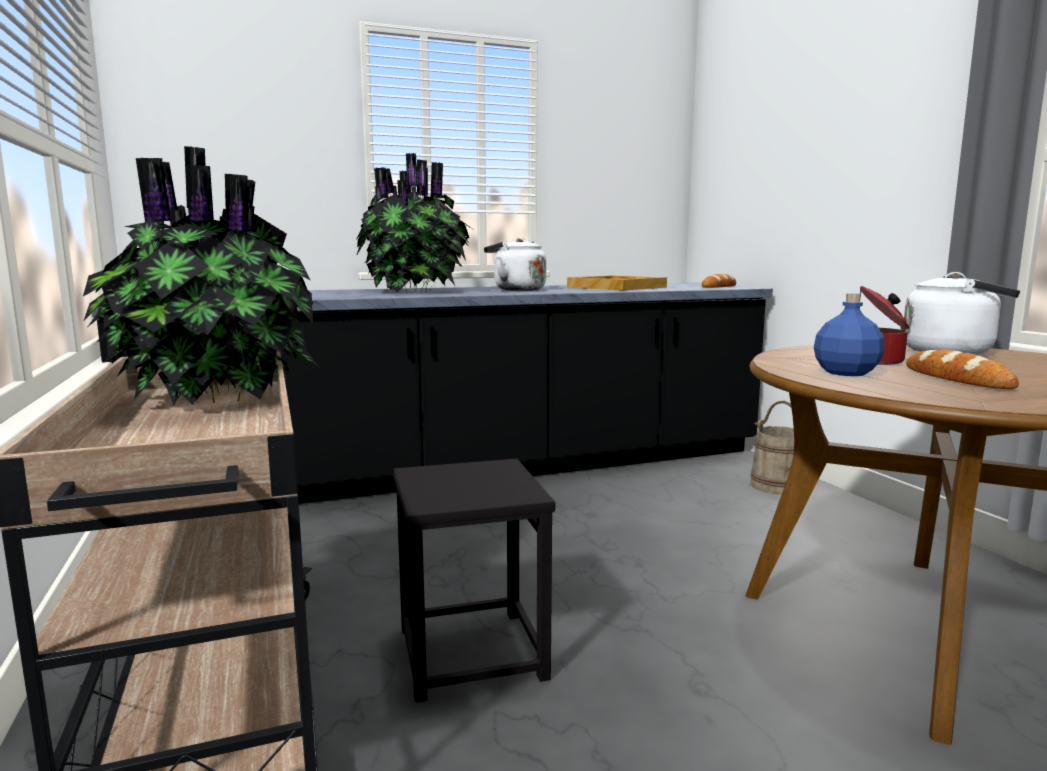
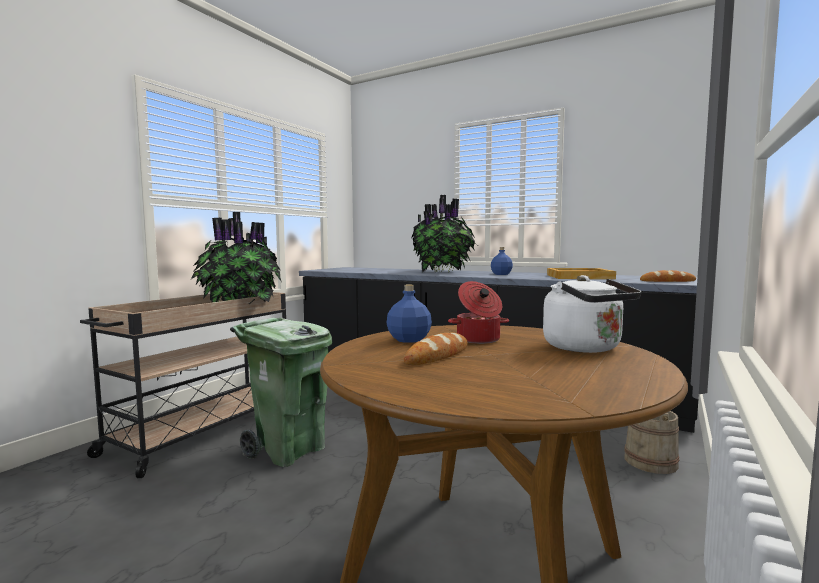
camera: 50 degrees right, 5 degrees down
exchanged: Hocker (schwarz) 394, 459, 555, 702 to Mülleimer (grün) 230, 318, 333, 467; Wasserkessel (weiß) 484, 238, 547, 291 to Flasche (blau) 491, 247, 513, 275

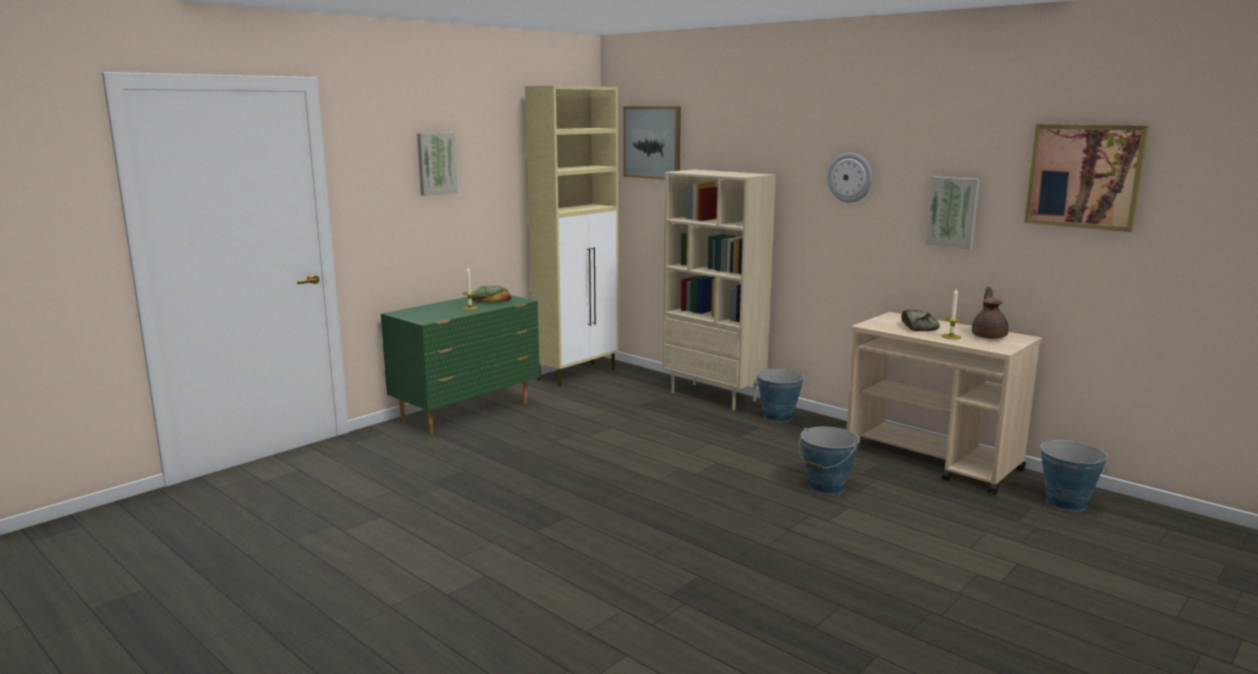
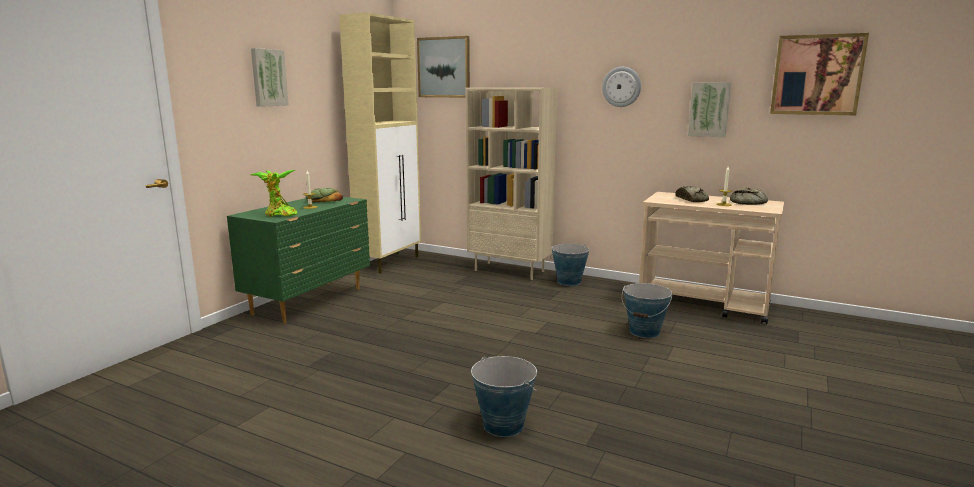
camera: 15 degrees left, 0 degrees up
appeared: Topfpflanze 250, 170, 297, 217
relocated: Eimer 1040, 439, 1108, 512 to 471, 356, 538, 437
exchanged: Teekanne (braun) 972, 287, 1009, 339 to Brot 730, 188, 768, 205

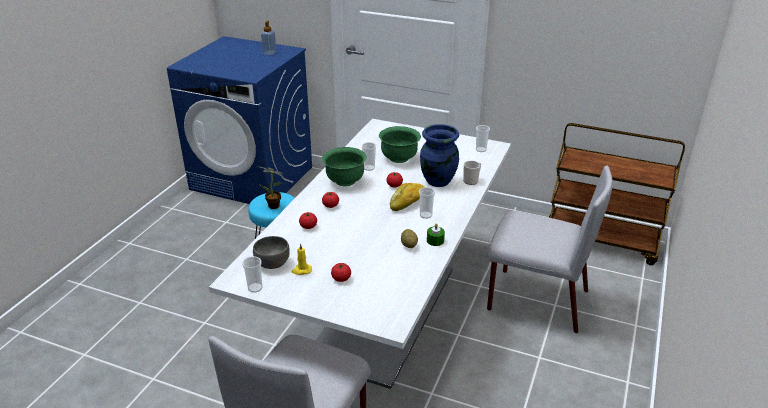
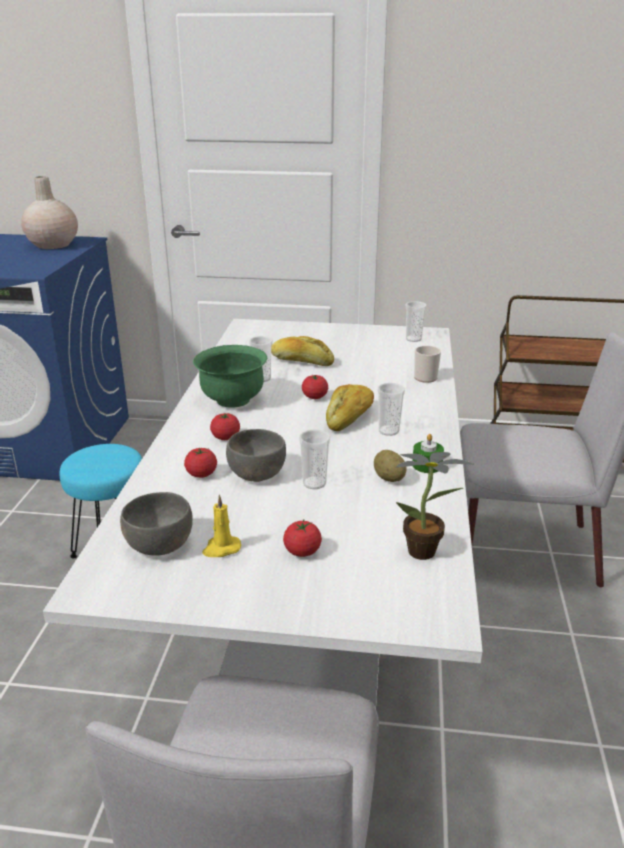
camera: 15 degrees left, 5 degrees down
missing: Vase (blau) 420, 124, 459, 187
appeared: Schüssel (grau) 226, 429, 286, 482
relocated: Tasse 242, 256, 263, 293 to 299, 430, 330, 489; Topfpflanze 260, 167, 284, 209 to 396, 452, 475, 560
exchanged: Seifenspender 261, 21, 276, 55 to Vase (beige) 21, 176, 78, 249; Schüssel (grün) 379, 126, 421, 163 to Brot 271, 336, 334, 366

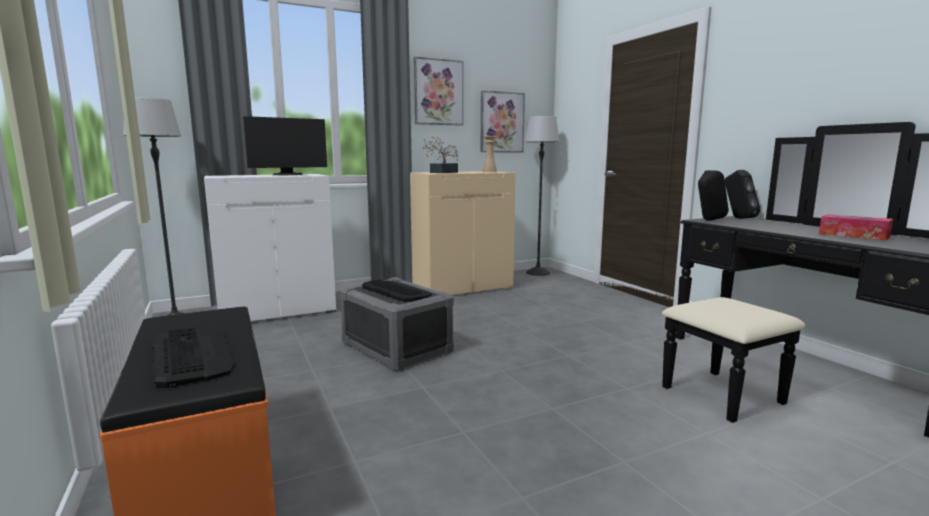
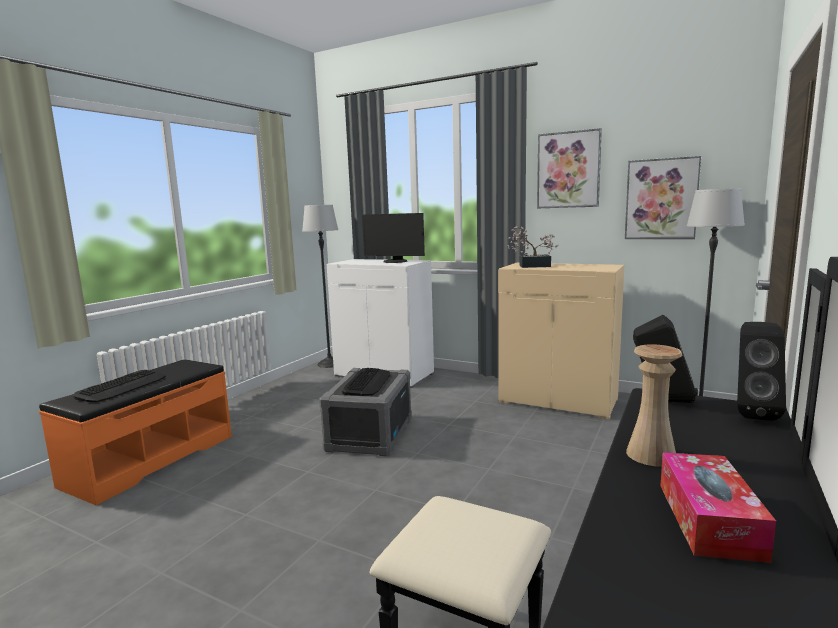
camera: 55 degrees right, 0 degrees up
relocated: Vase (beige) 482, 136, 497, 172 to 626, 344, 683, 466

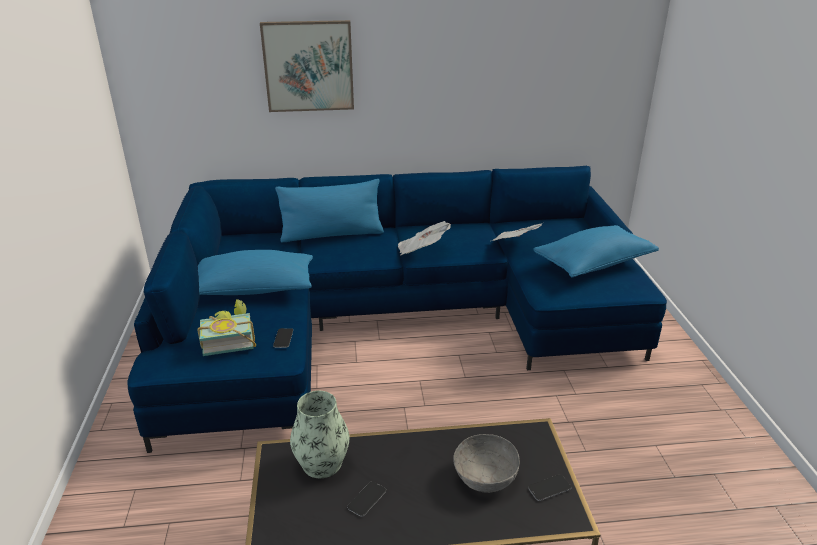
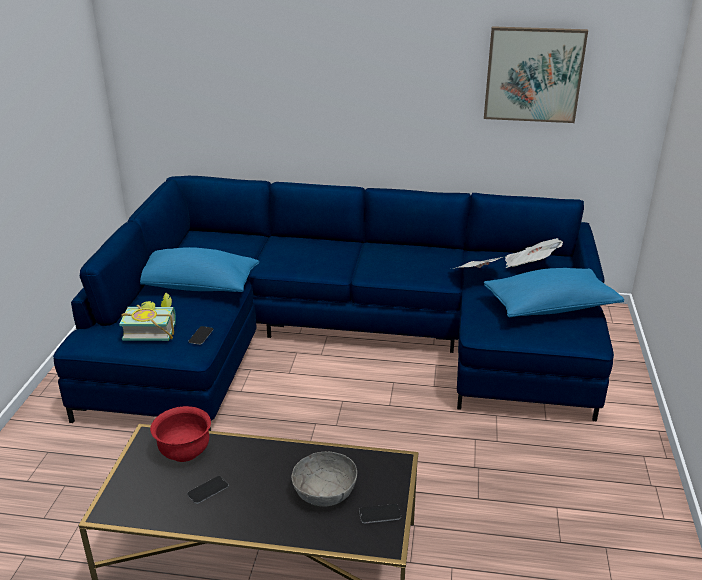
camera: 15 degrees right, 0 degrees up
missing: Kissen (blau) 275, 179, 384, 242
relocated: Bild 260, 20, 354, 112 to 484, 26, 588, 123; Zeitung 398, 221, 451, 255 to 505, 238, 563, 268
exchanged: Vase 290, 391, 349, 478 to Schüssel (rot) 150, 406, 211, 462

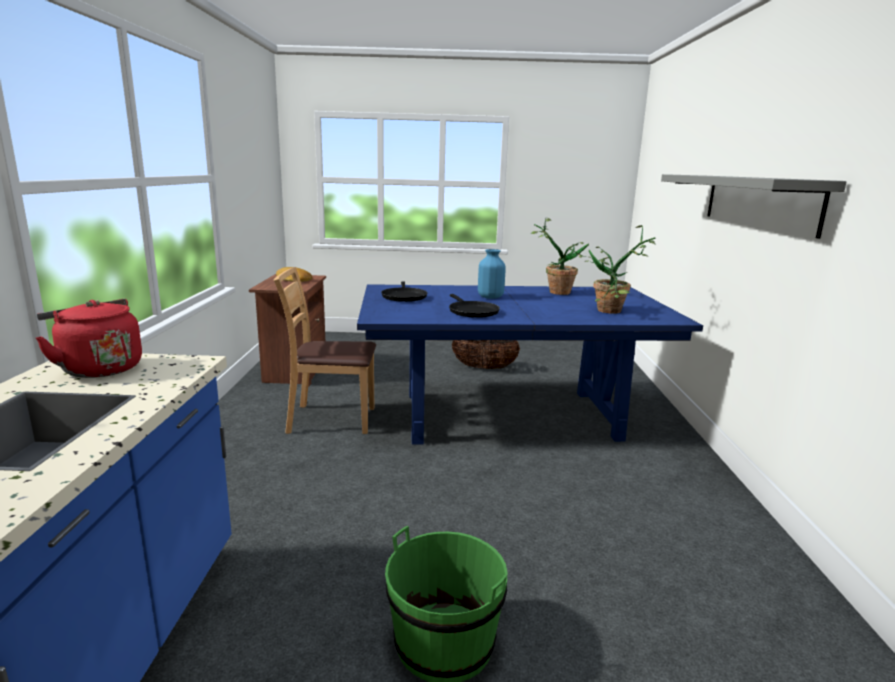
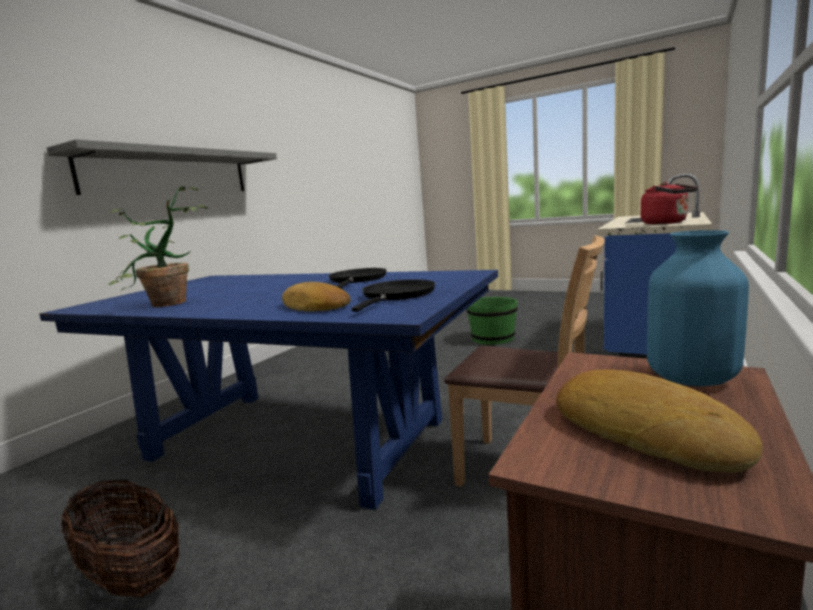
camera: 150 degrees left, 5 degrees down
missing: Topfpflanze 585, 225, 656, 313
appeared: Brot 282, 282, 351, 311
relocated: Vase (blau) 478, 249, 506, 299 to 647, 230, 749, 387

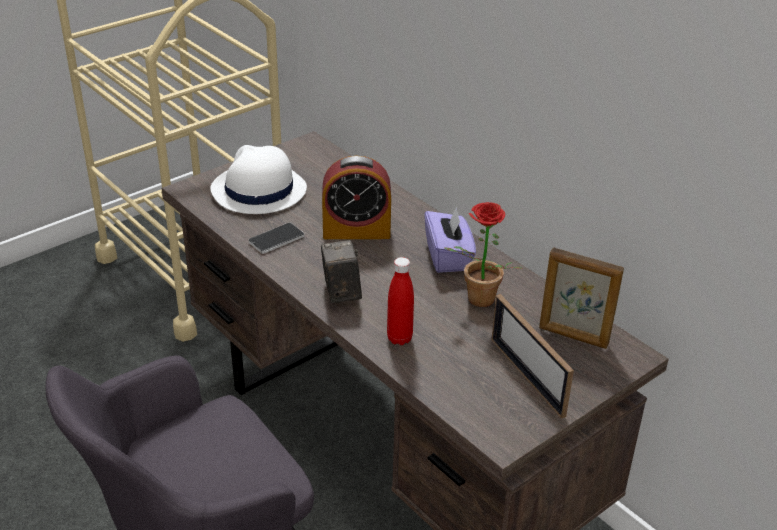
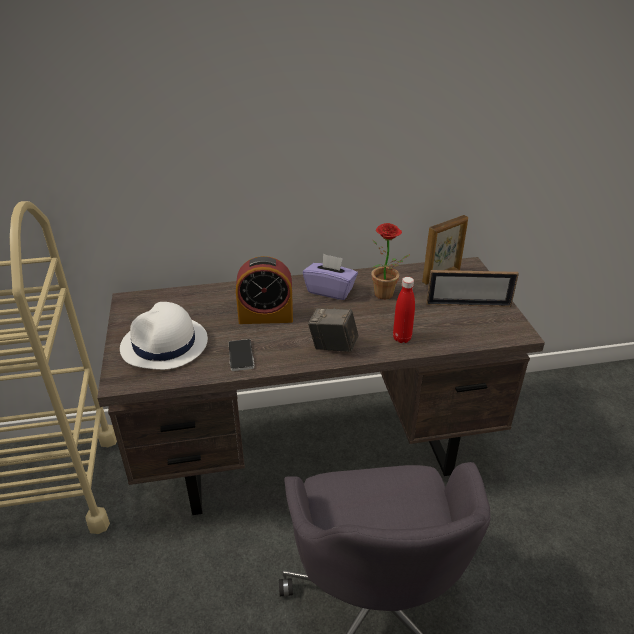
camera: 60 degrees left, 0 degrees up
spun: Wecker 322, 156, 391, 239 = 236, 256, 293, 324 60 degrees clockwise

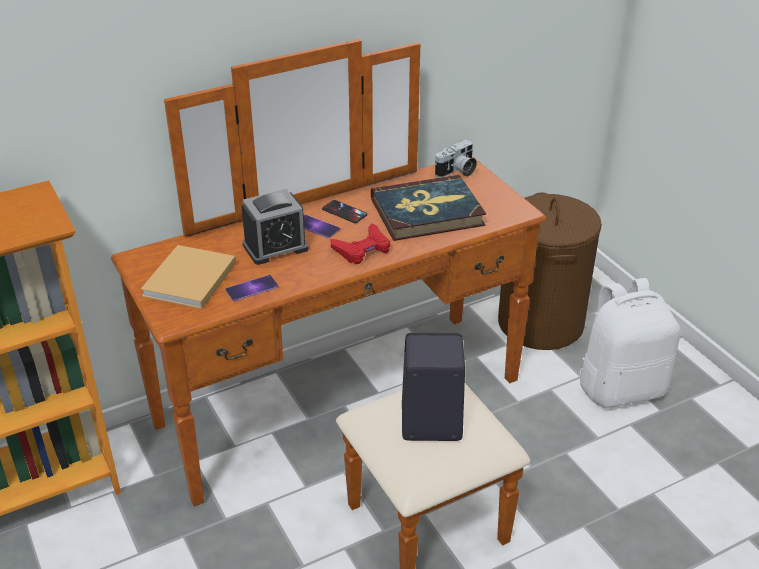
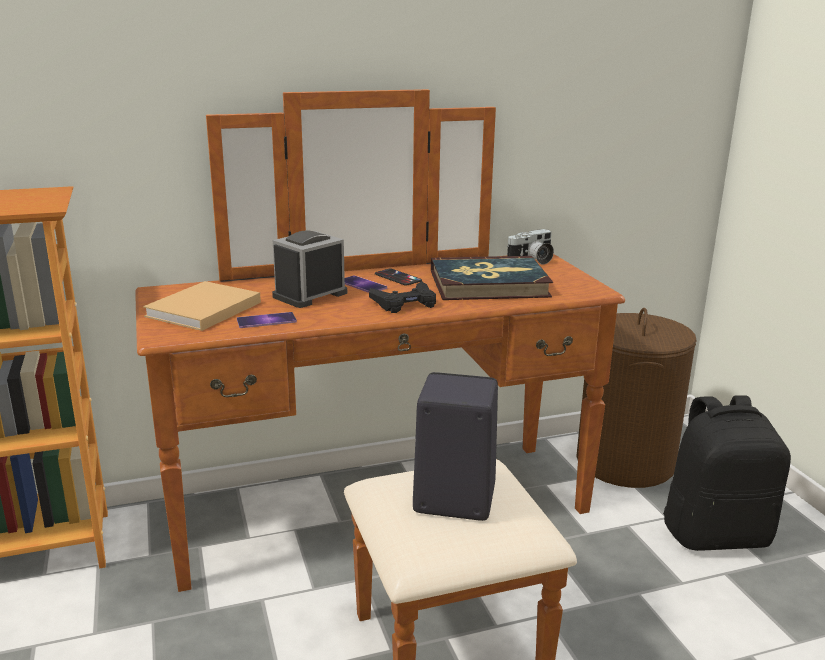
camera: 10 degrees right, 15 degrees down
colour: Gamepad (rot) 331, 223, 390, 264 to Gamepad (schwarz) 369, 281, 436, 313; Rucksack (weiß) 579, 278, 681, 408 to Rucksack (schwarz) 663, 396, 791, 551
spun: Wecker 241, 189, 309, 265 = 272, 231, 347, 308 150 degrees clockwise

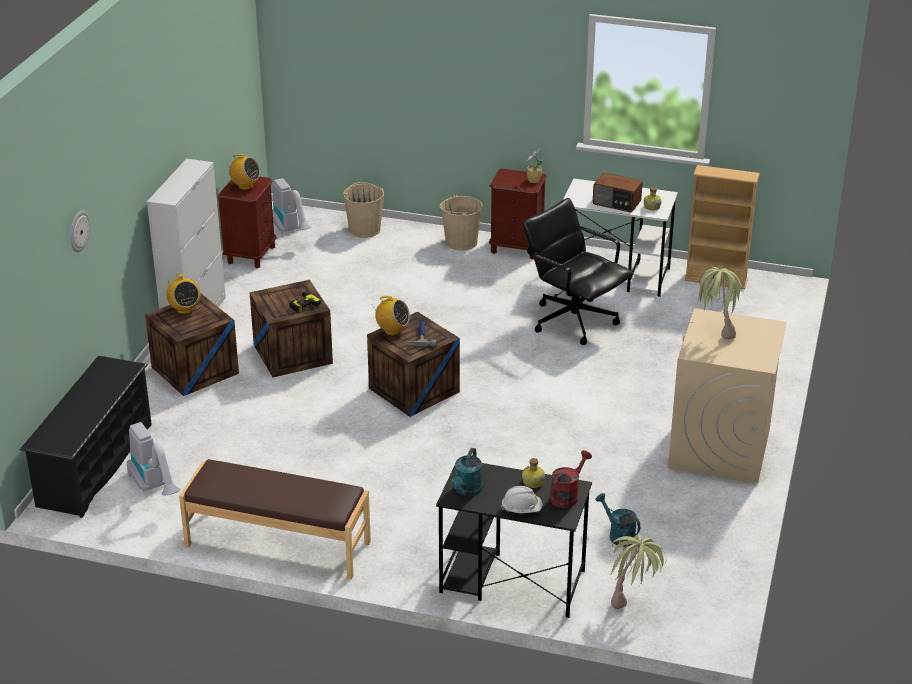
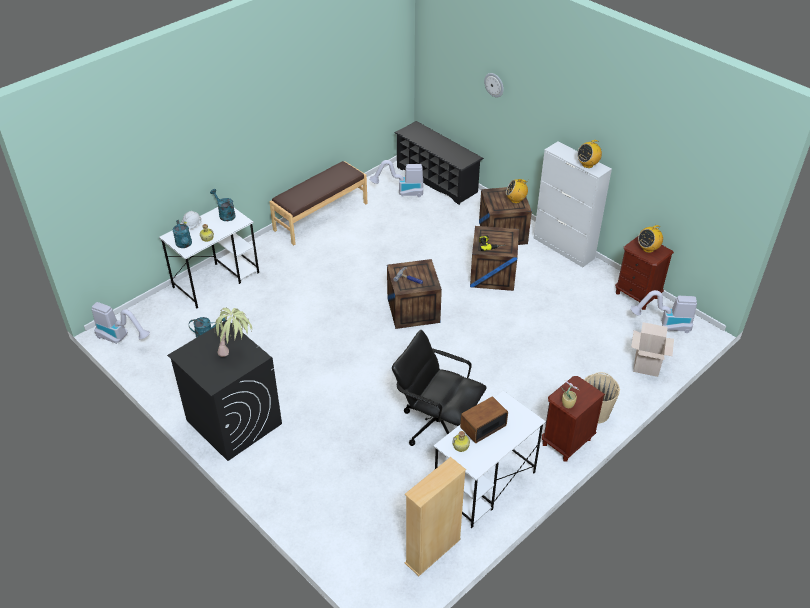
camera: 120 degrees right, 10 degrees up
missing: Topfpflanze 610, 535, 667, 609
appeared: Staubsauger 92, 302, 150, 344
relocated: Radio 374, 296, 410, 335 to 577, 140, 602, 168
exchanged: Eimer (beige) 343, 182, 384, 238 to Karton 631, 322, 674, 377
colour: Schreibtisch (schwarz) 436, 463, 592, 618 to Schreibtisch (weiß) 159, 207, 259, 309; Gießkanne (rot) 550, 450, 592, 508 to Gießkanne (türkis) 173, 220, 192, 248; Waschmaschine (beige) 668, 308, 787, 483 to Waschmaschine (schwarz) 167, 320, 282, 461
spun: Bürostuhl (schwarz) 523, 198, 634, 345 = 392, 330, 487, 446 135 degrees counterclockwise

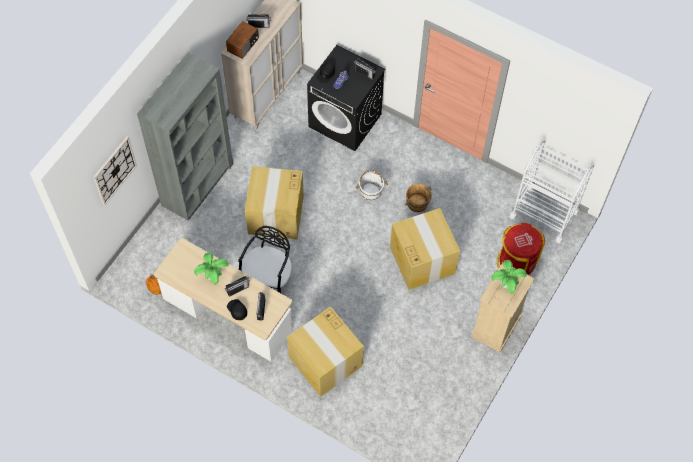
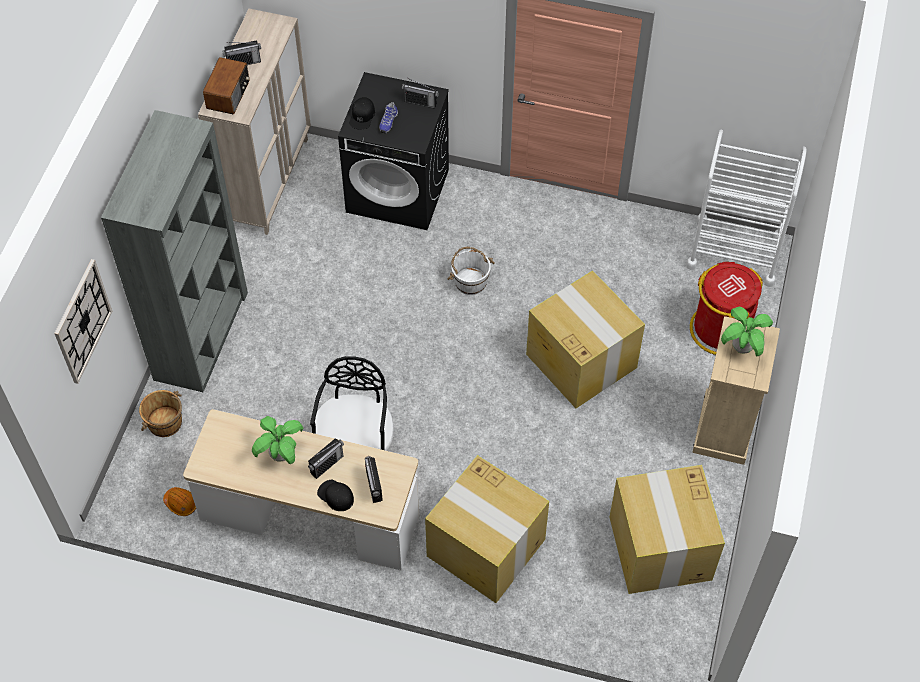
camera: 15 degrees left, 5 degrees down
relocated: Karton 245, 166, 304, 239 to 609, 465, 725, 594; Eimer (braun) 405, 184, 432, 212 to 139, 390, 182, 437

